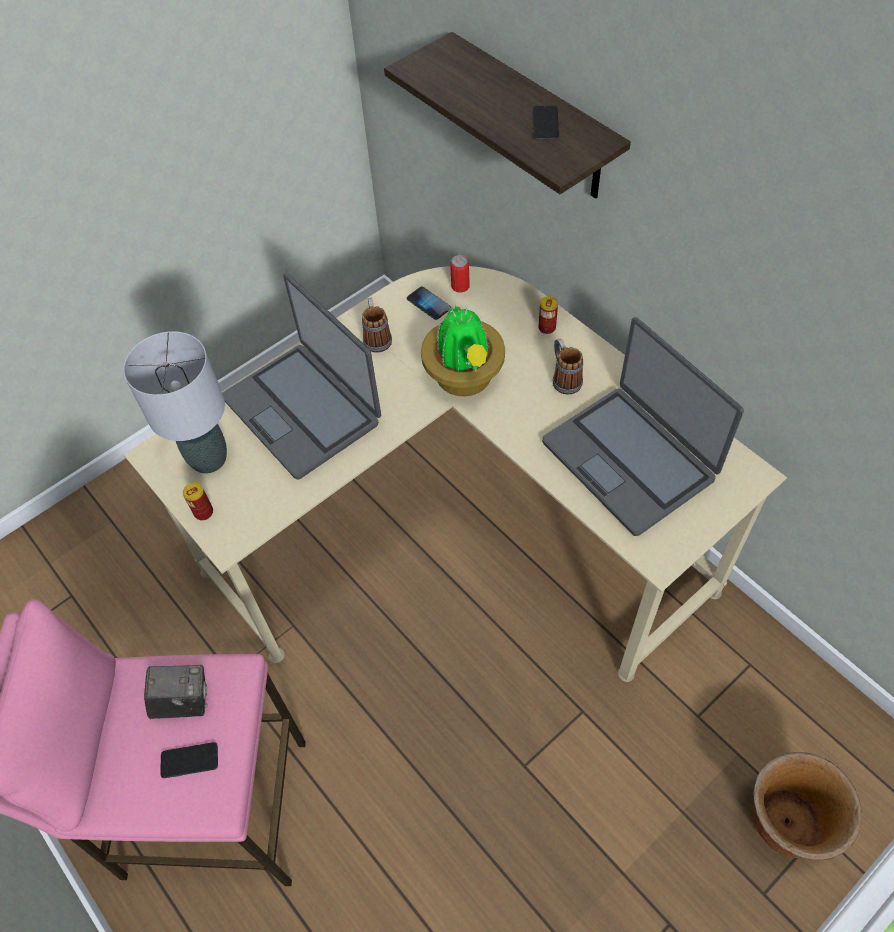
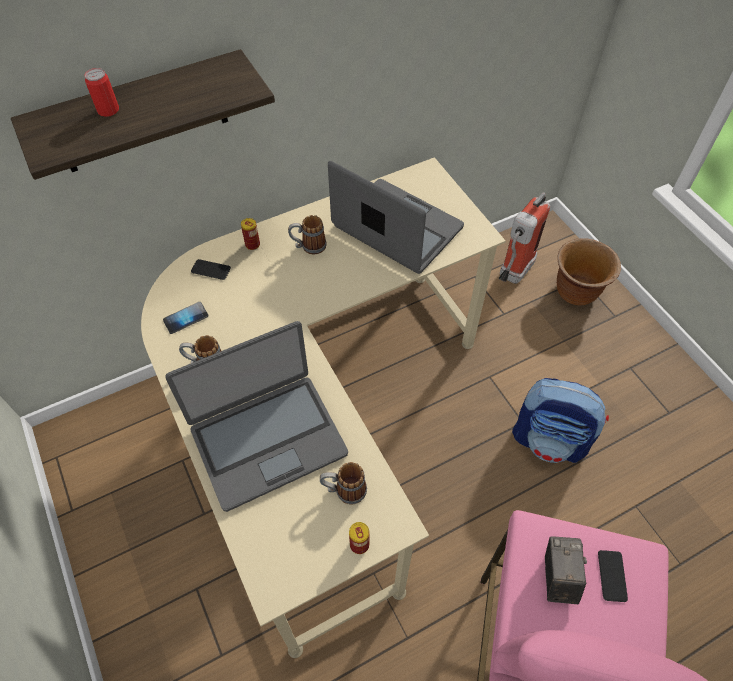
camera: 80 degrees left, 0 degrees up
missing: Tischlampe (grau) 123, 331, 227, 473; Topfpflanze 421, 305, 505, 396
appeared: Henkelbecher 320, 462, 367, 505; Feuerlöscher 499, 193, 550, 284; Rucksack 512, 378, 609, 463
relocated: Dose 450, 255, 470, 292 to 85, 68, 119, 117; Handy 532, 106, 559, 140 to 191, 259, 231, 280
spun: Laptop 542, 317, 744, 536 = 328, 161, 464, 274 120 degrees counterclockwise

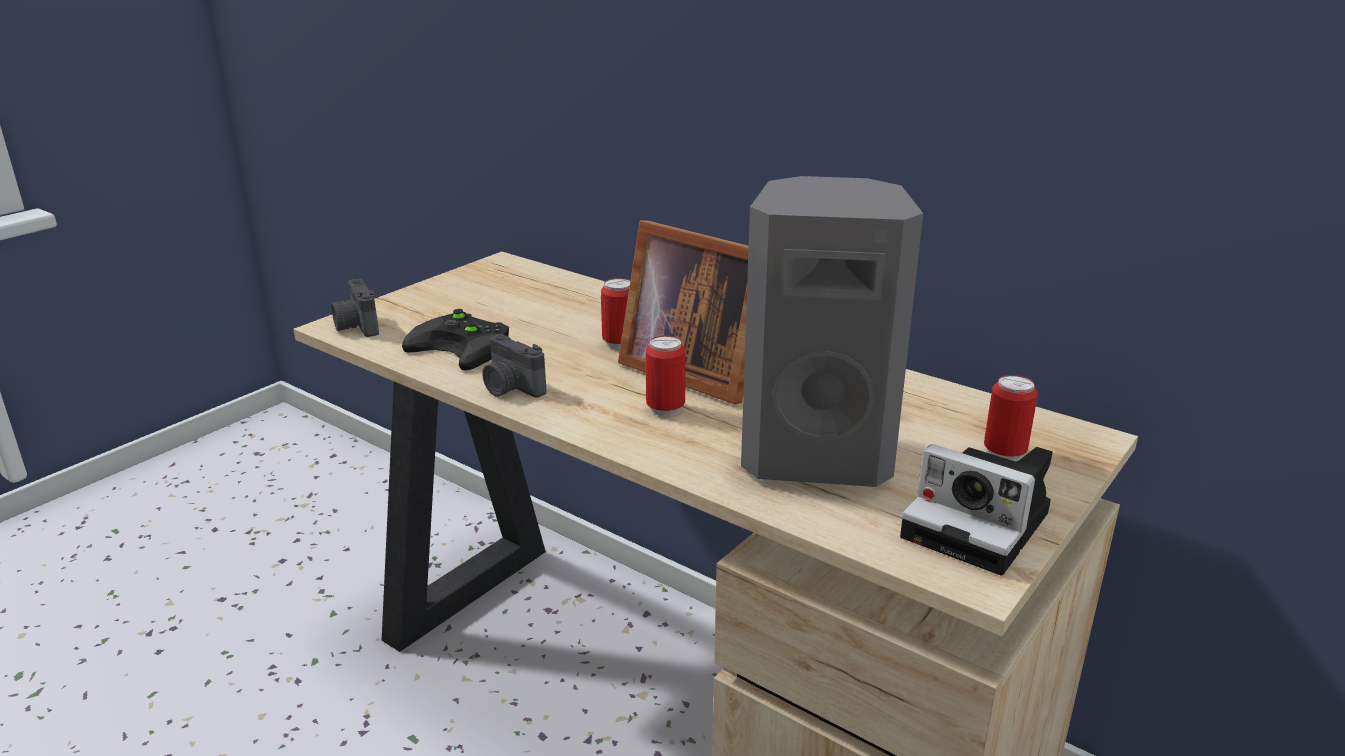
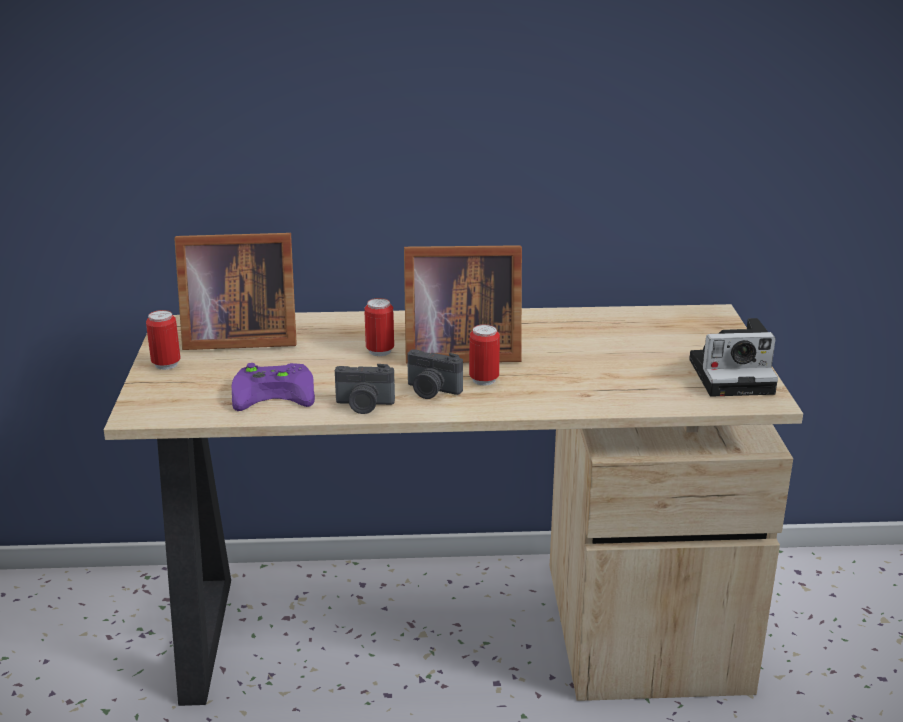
camera: 40 degrees left, 0 degrees up
missing: Lautsprecher (grau) 741, 176, 923, 487
appeared: Bilderrahmen 174, 233, 297, 350
relocated: Kamera 331, 279, 379, 337 to 407, 349, 463, 399; Dose 984, 375, 1038, 461 to 146, 310, 180, 370
colour: Gamepad (schwarz) 402, 309, 509, 370 to Gamepad (lila) 232, 363, 315, 411

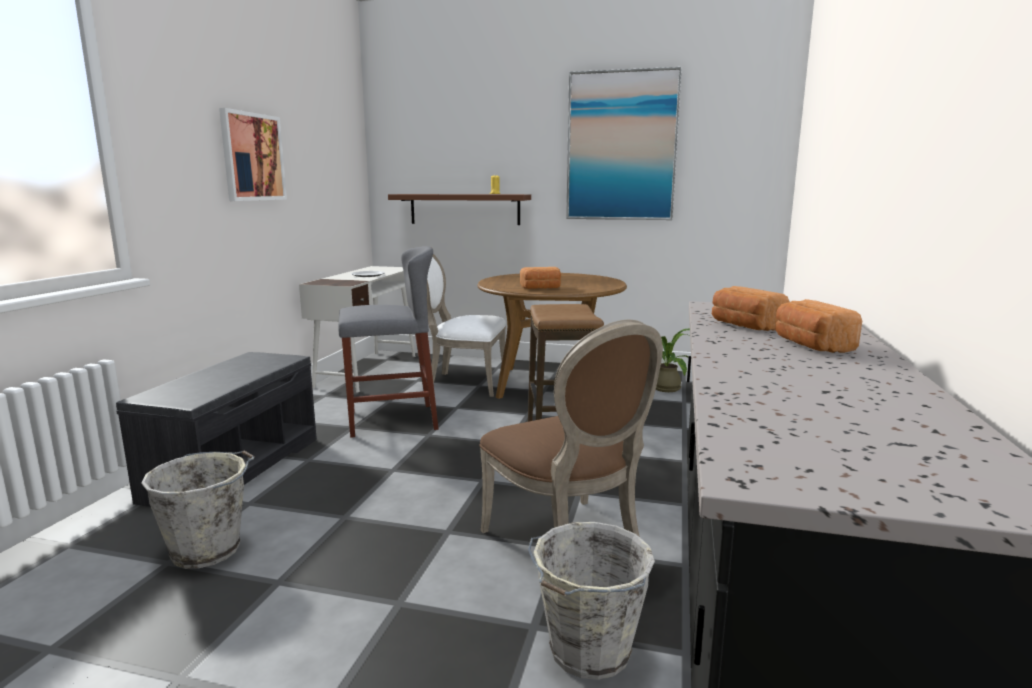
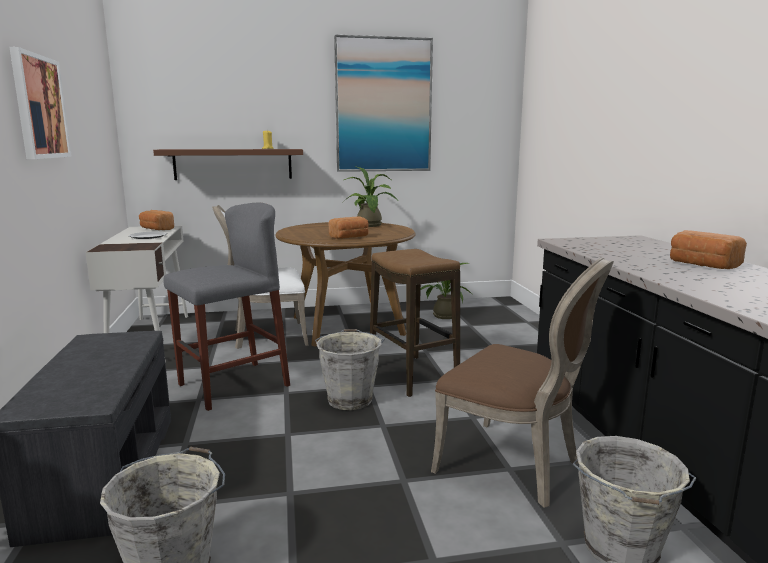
camera: 25 degrees left, 0 degrees up
appeared: Eimer (grau) 315, 329, 385, 410; Topfpflanze 343, 166, 398, 227
relocated: Brot 712, 286, 790, 331 to 139, 210, 174, 230

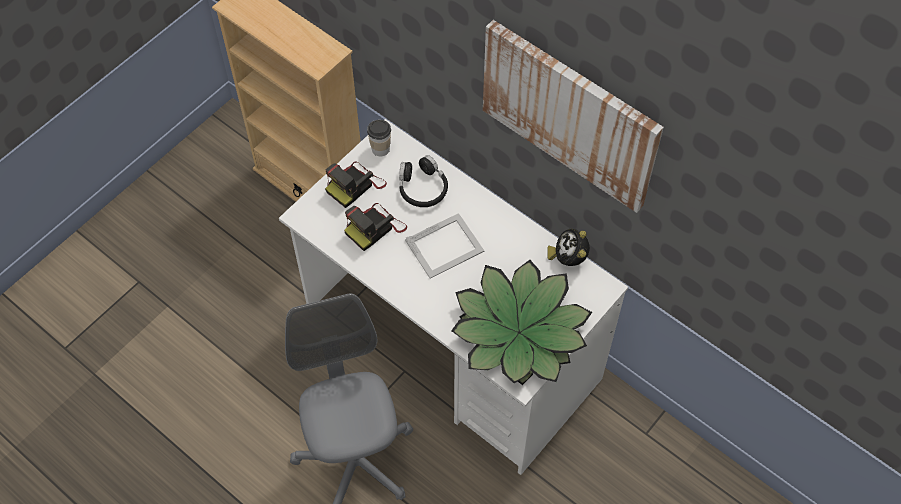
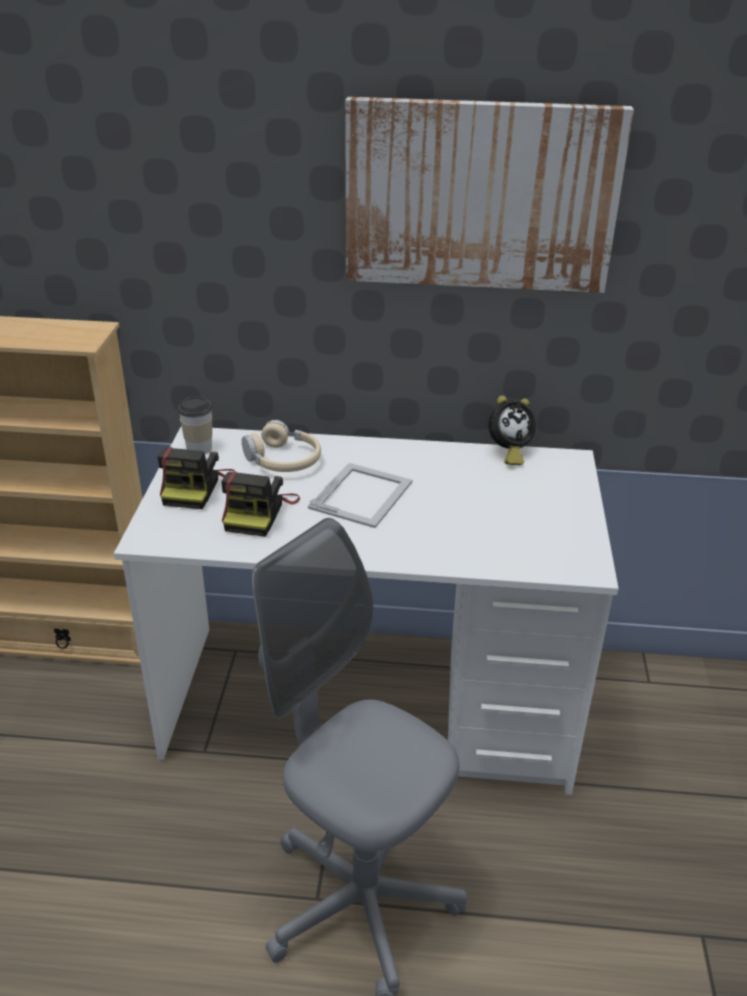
camera: 35 degrees left, 25 degrees down
missing: Topfpflanze 451, 260, 592, 385
colour: Kopfhörer (schwarz) 399, 155, 448, 207 to Kopfhörer (beige) 242, 420, 321, 472
spun: Wecker 547, 229, 590, 266 = 489, 396, 536, 465 75 degrees counterclockwise

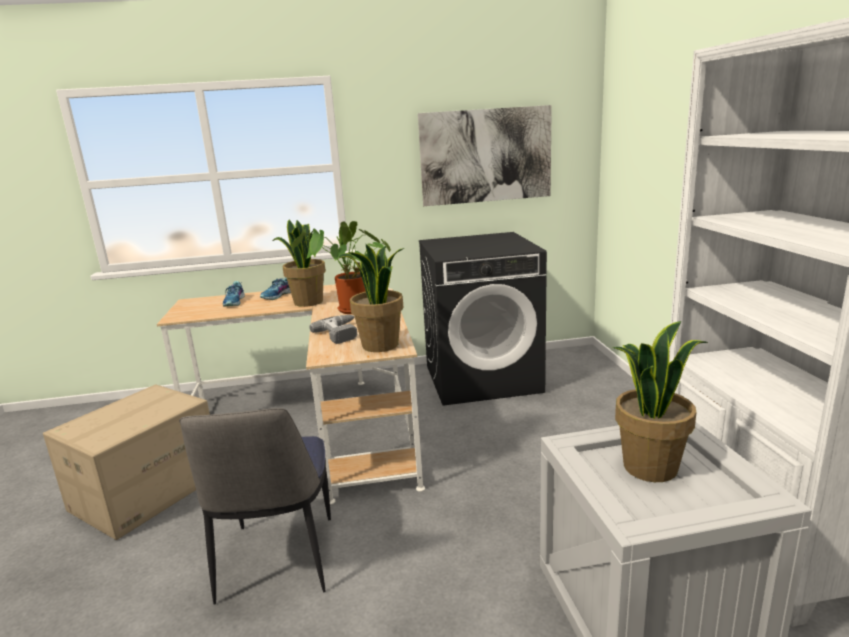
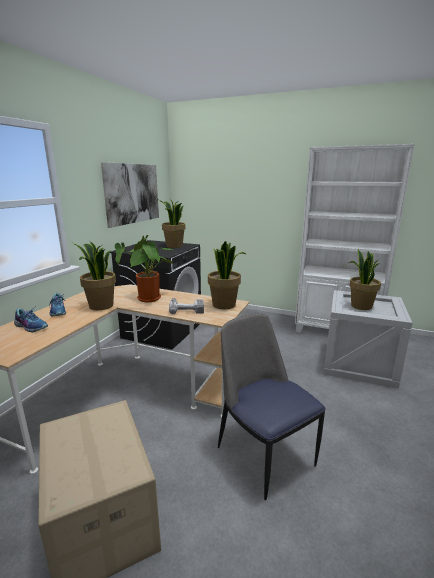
camera: 60 degrees left, 0 degrees up
appeared: Topfpflanze 159, 199, 185, 248
spun: Stuhl 179, 408, 331, 605 = 218, 313, 326, 500 150 degrees counterclockwise

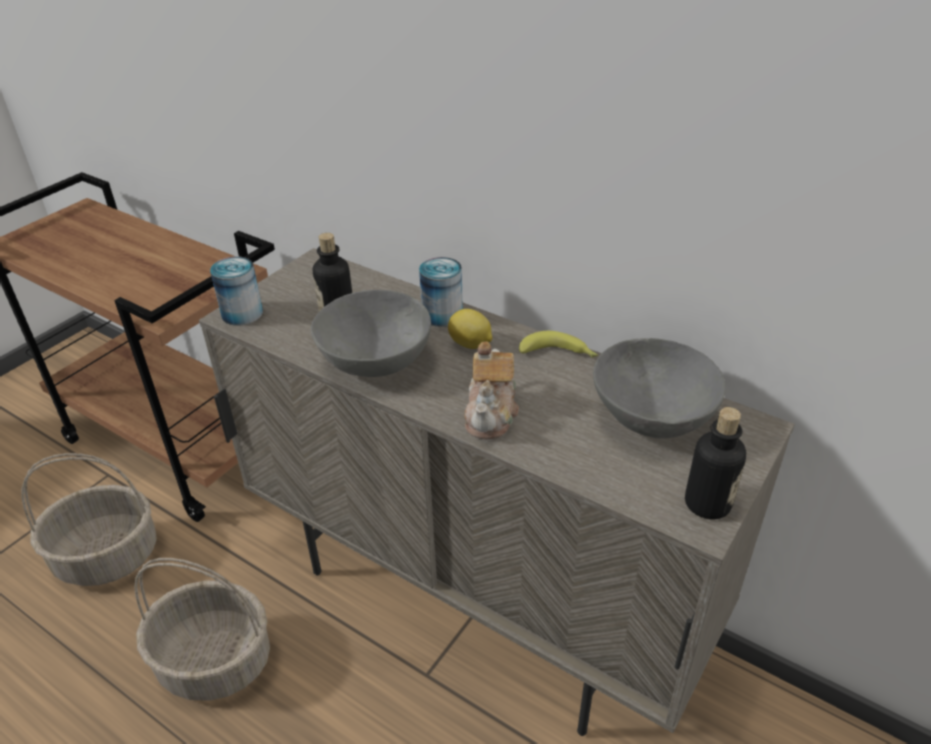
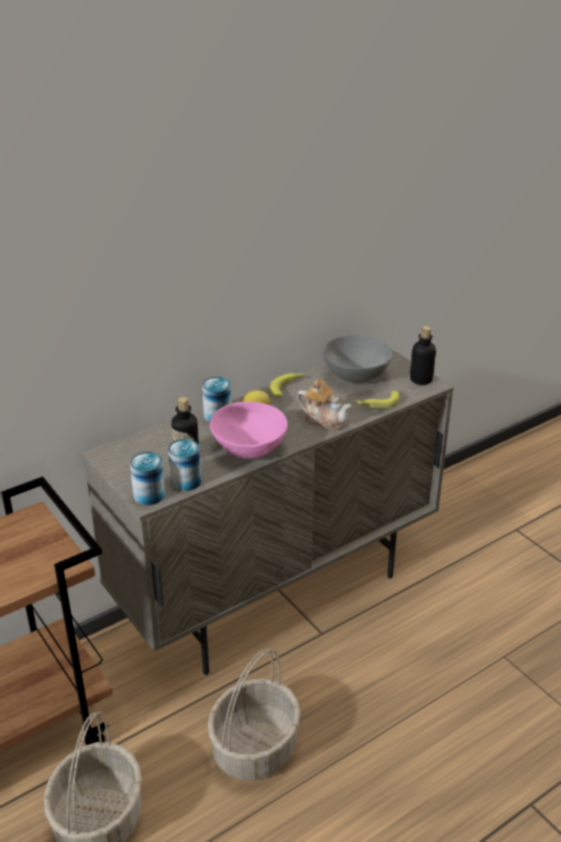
camera: 70 degrees left, 5 degrees down
appeared: Dose 168, 439, 202, 491; Banane 354, 391, 399, 409
colour: Schüssel (grau) 311, 290, 431, 377 to Schüssel (rosa) 210, 402, 288, 459

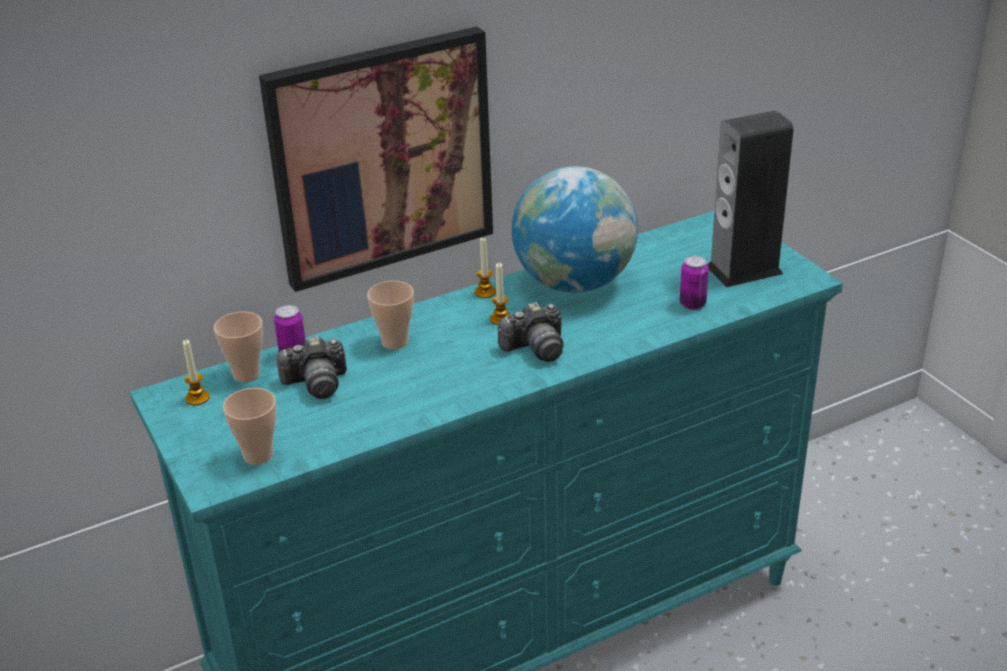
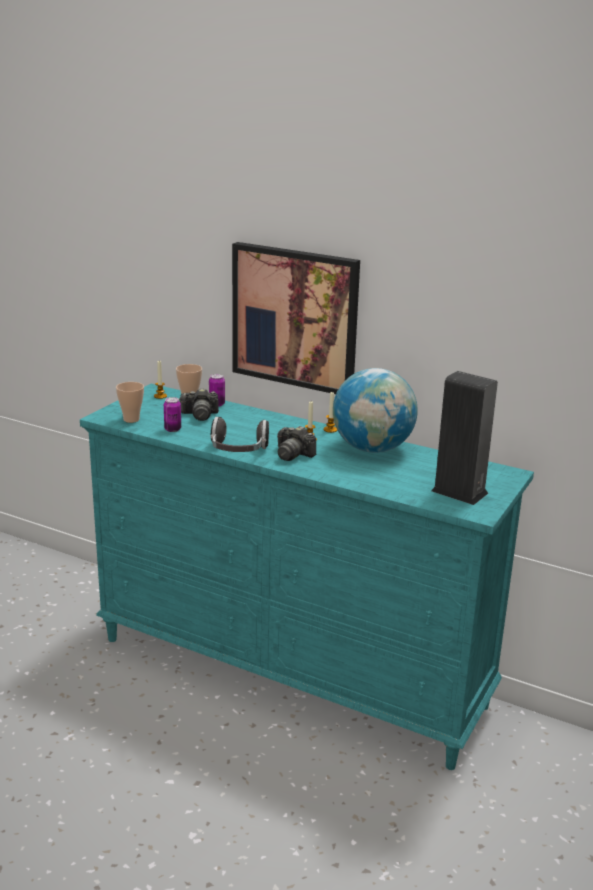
camera: 55 degrees right, 10 degrees down
missing: Tasse 367, 281, 414, 349
appeared: Kopfhörer 210, 417, 269, 452
relocated: Dose 680, 256, 709, 310 to 164, 397, 181, 432
spun: Kamera 275, 336, 347, 399 = 179, 388, 219, 421 45 degrees counterclockwise

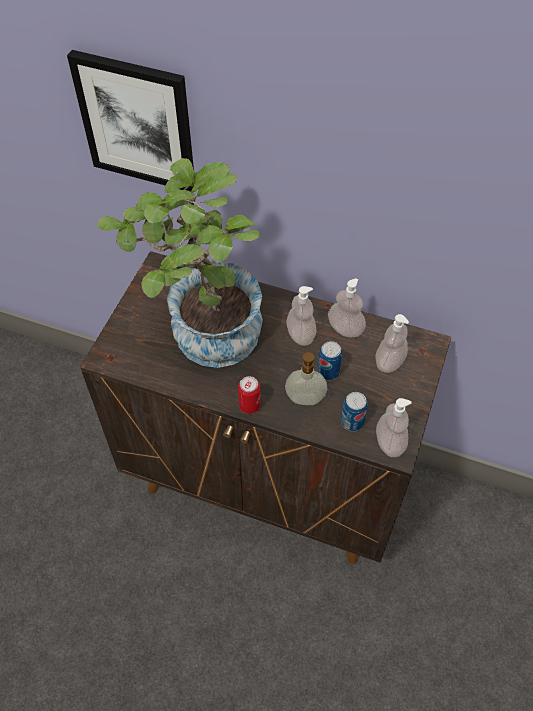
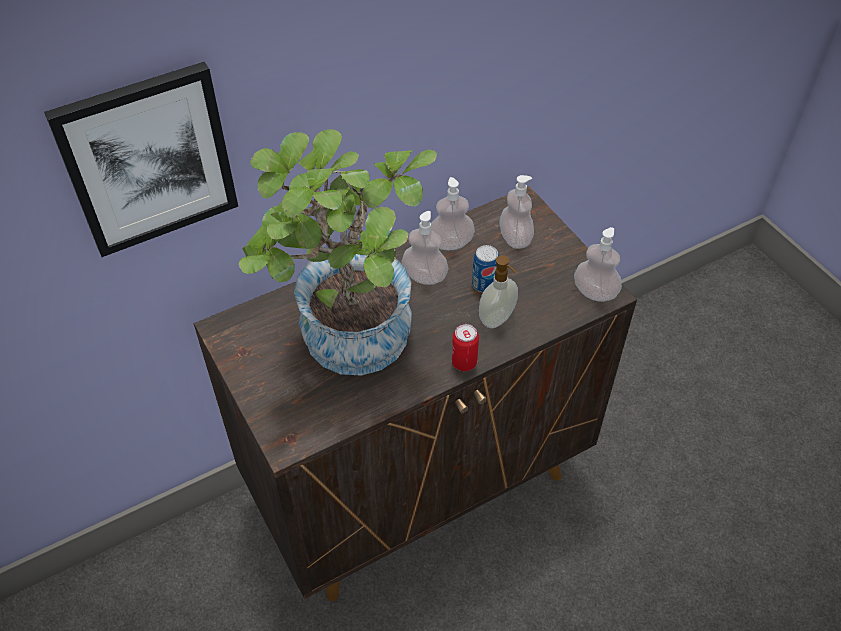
camera: 50 degrees left, 5 degrees down
missing: Dose 341, 392, 368, 431

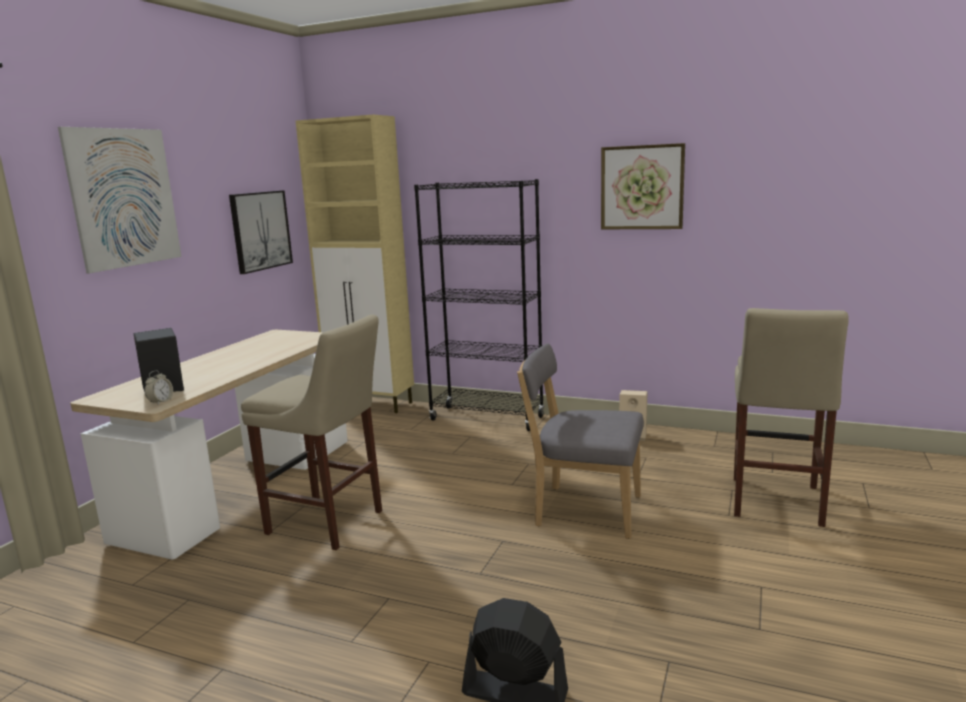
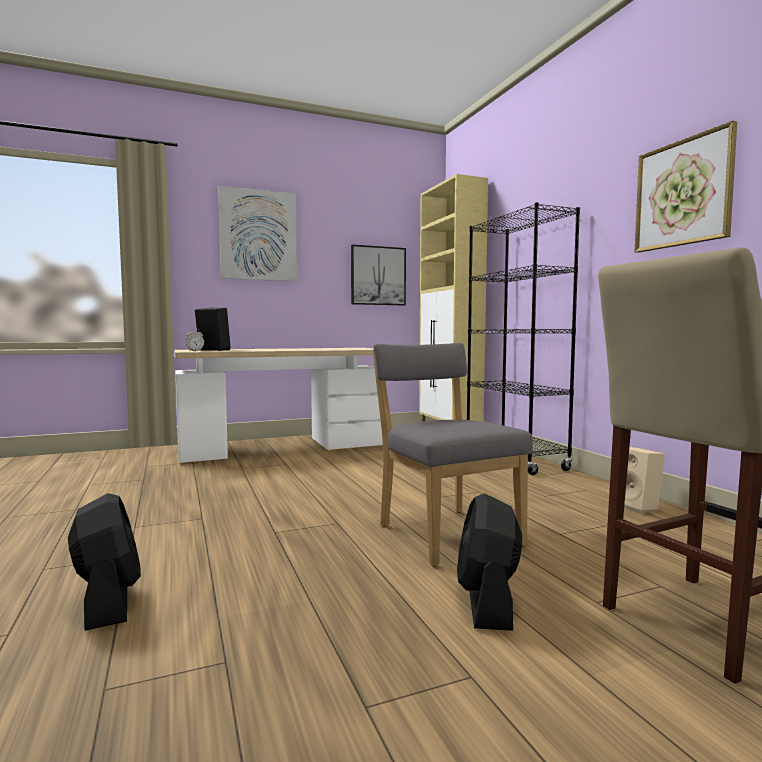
camera: 45 degrees right, 10 degrees down
missing: Hocker (beige) 241, 315, 382, 550
appeared: Ventilator (schwarz) 457, 493, 522, 631

